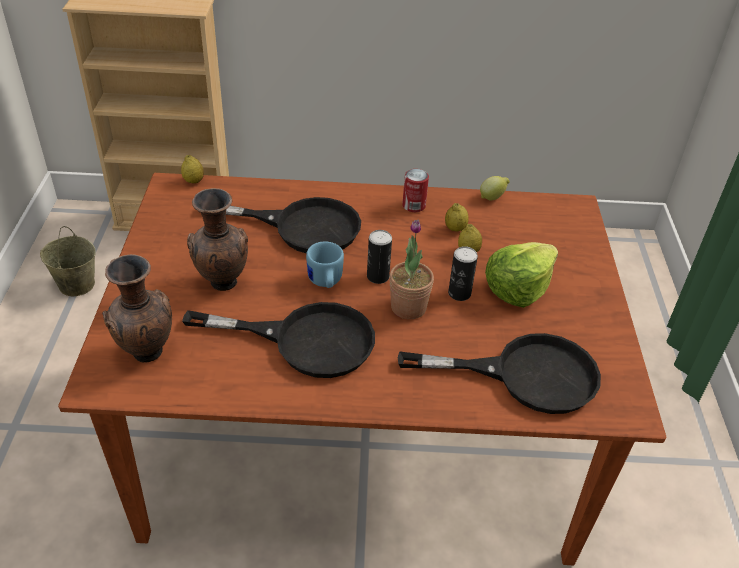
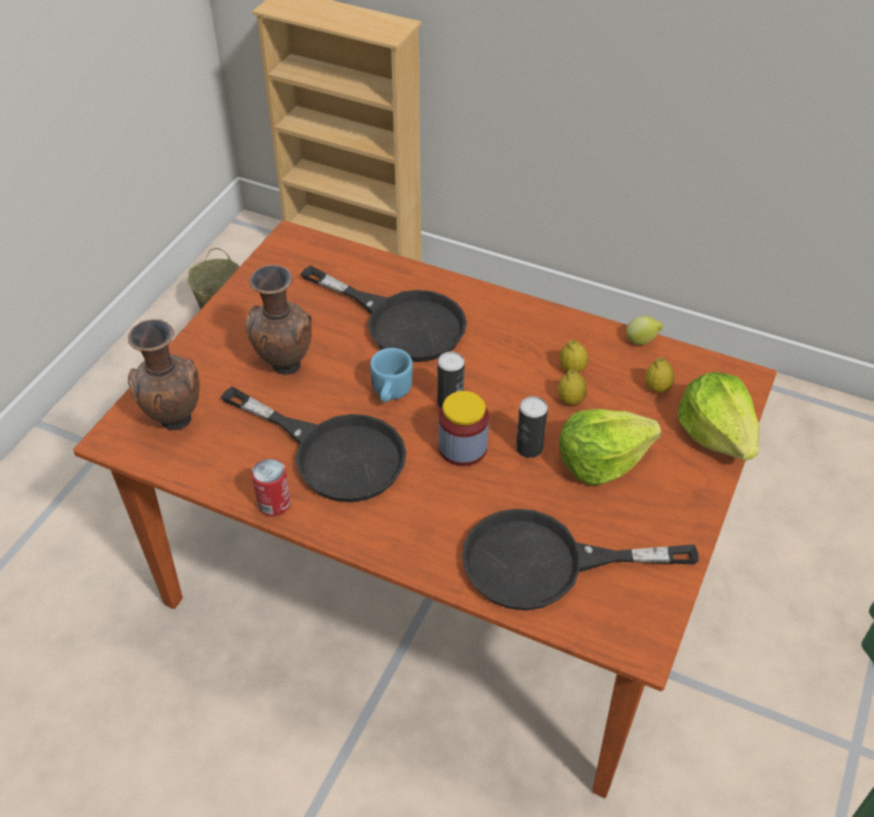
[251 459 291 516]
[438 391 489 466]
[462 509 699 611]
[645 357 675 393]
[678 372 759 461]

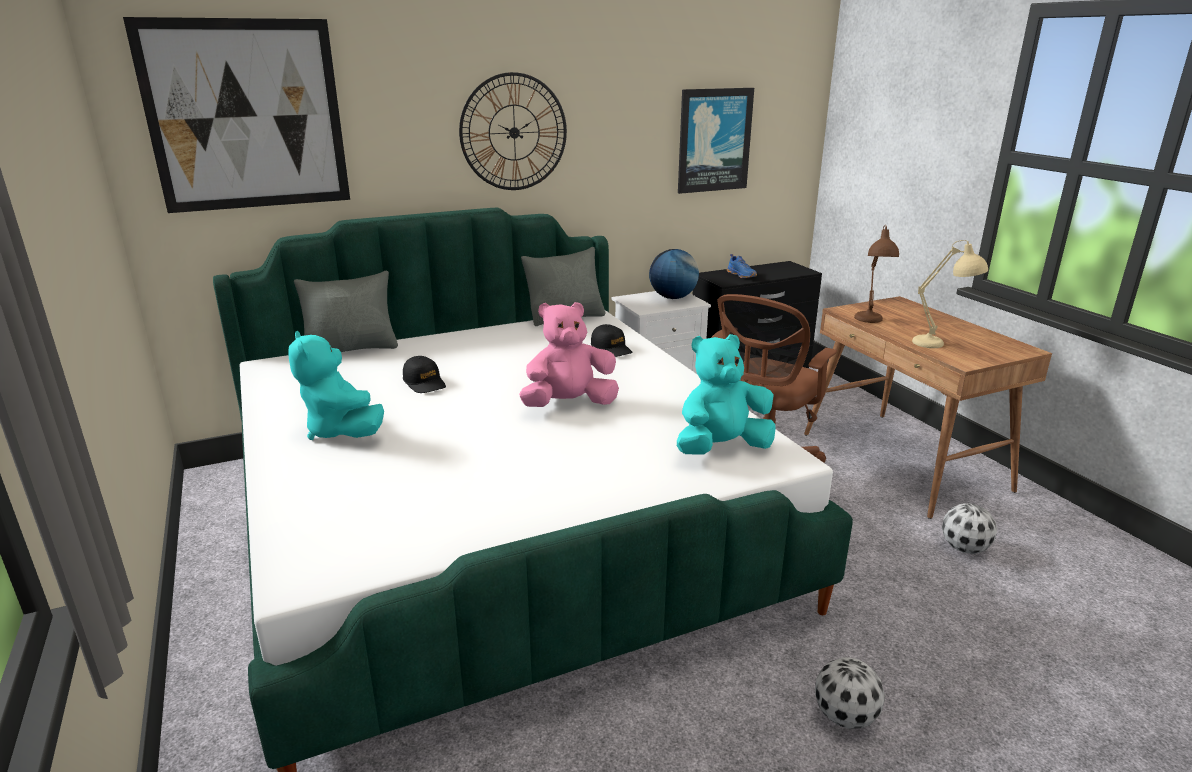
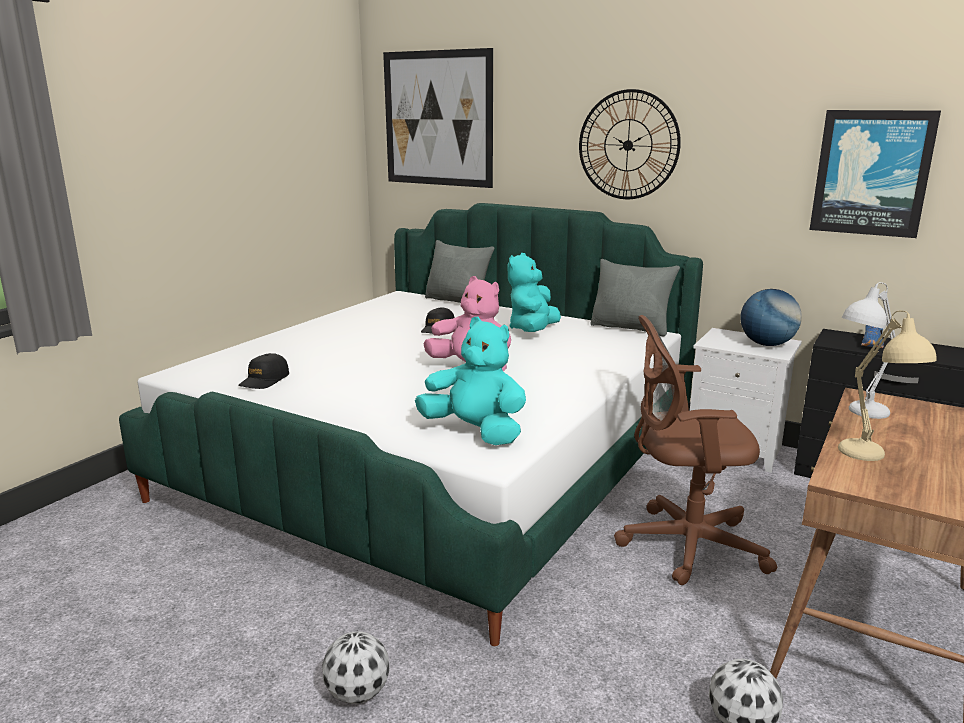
[238 353 289 389]
[507 253 561 332]
[842 282 896 419]

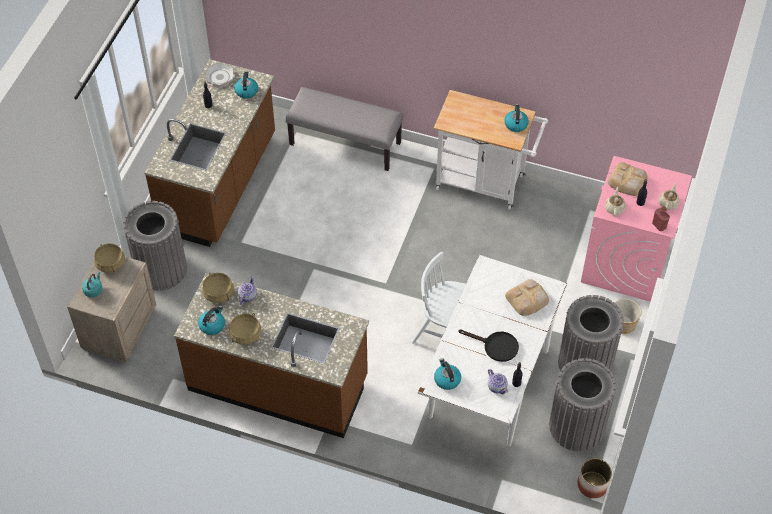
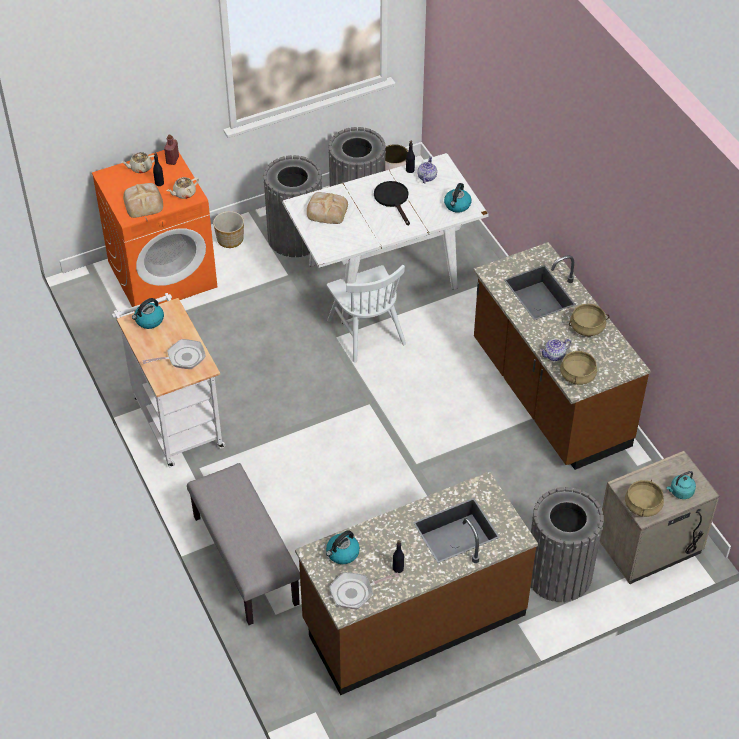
[92 150 217 307]
[143 339 206 369]
[198 305 225 335] (first image)

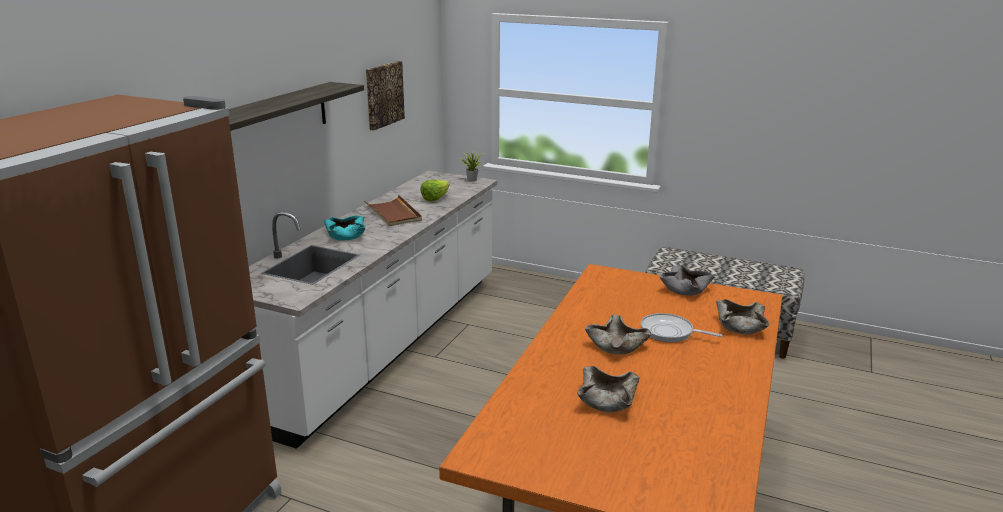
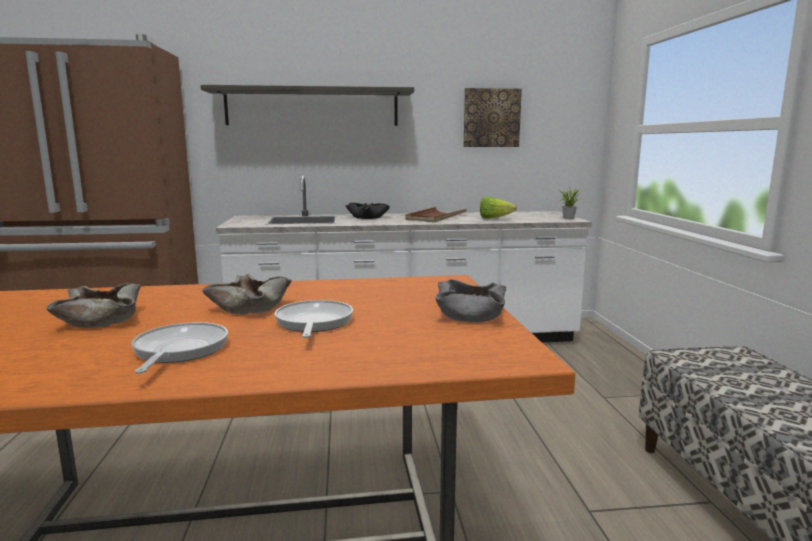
[132 322 228 374]
[345 203 390 219]
[716 299 769 334] (first image)

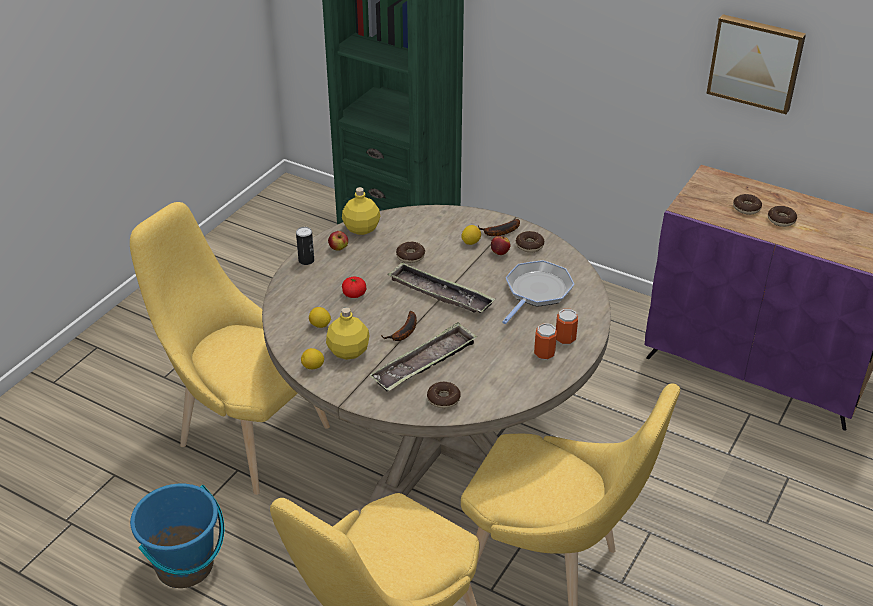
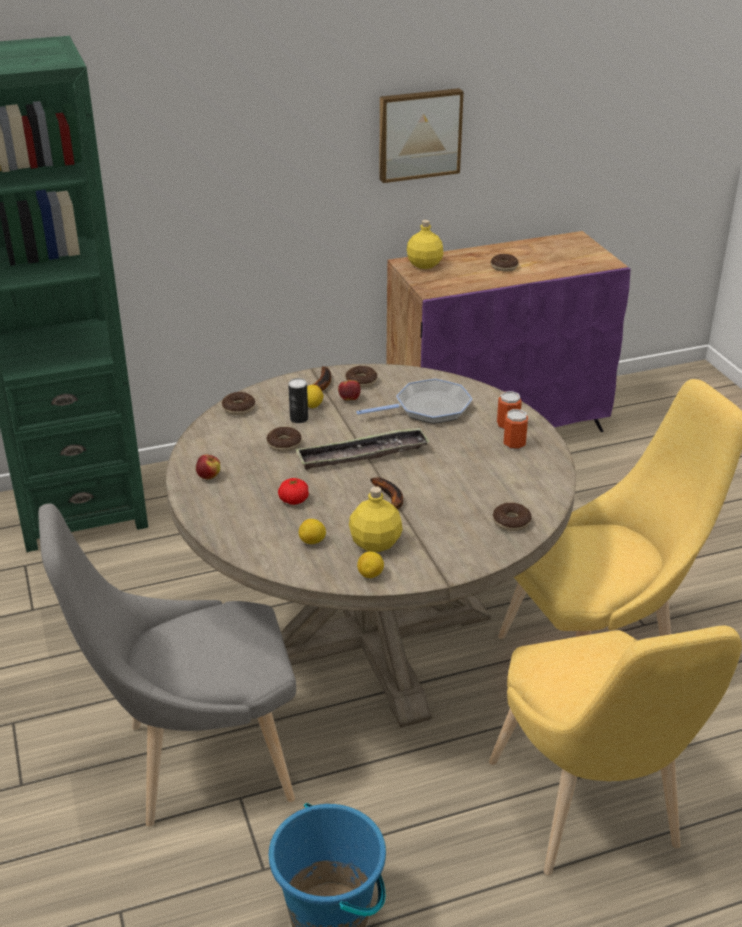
[38 503 296 826]
[222 392 255 415]
[288 378 308 423]
[356 379 472 424]
[407 220 443 269]
[370 322 477 392] (first image)

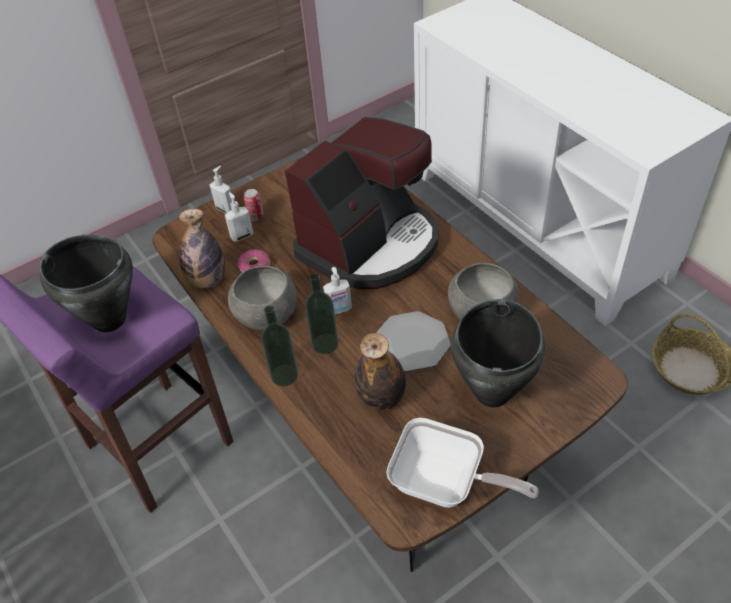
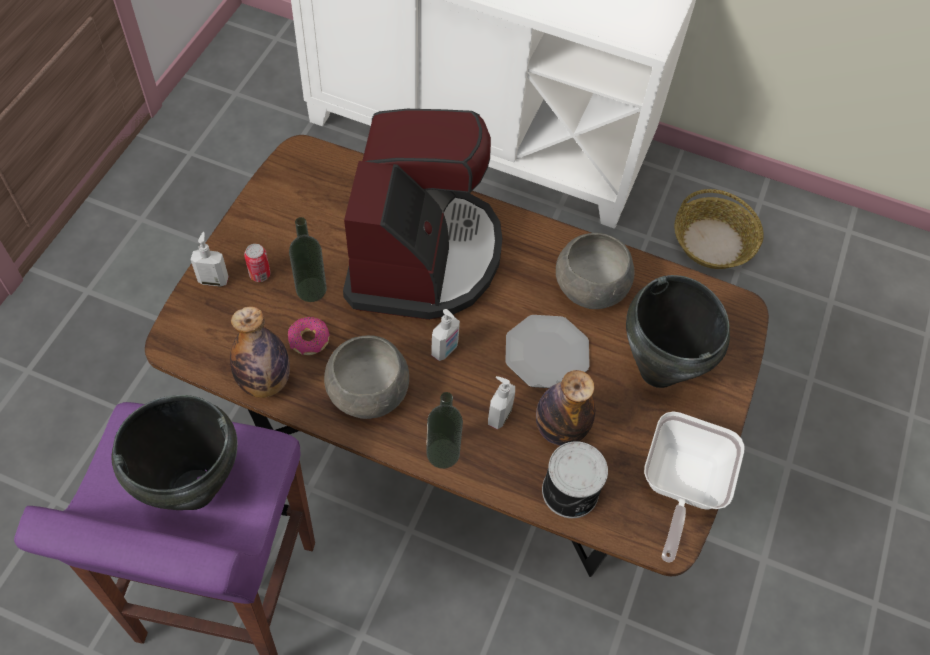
[289 217 327 302]
[488 376 515 429]
[542 441 608 518]
[644 411 744 563]

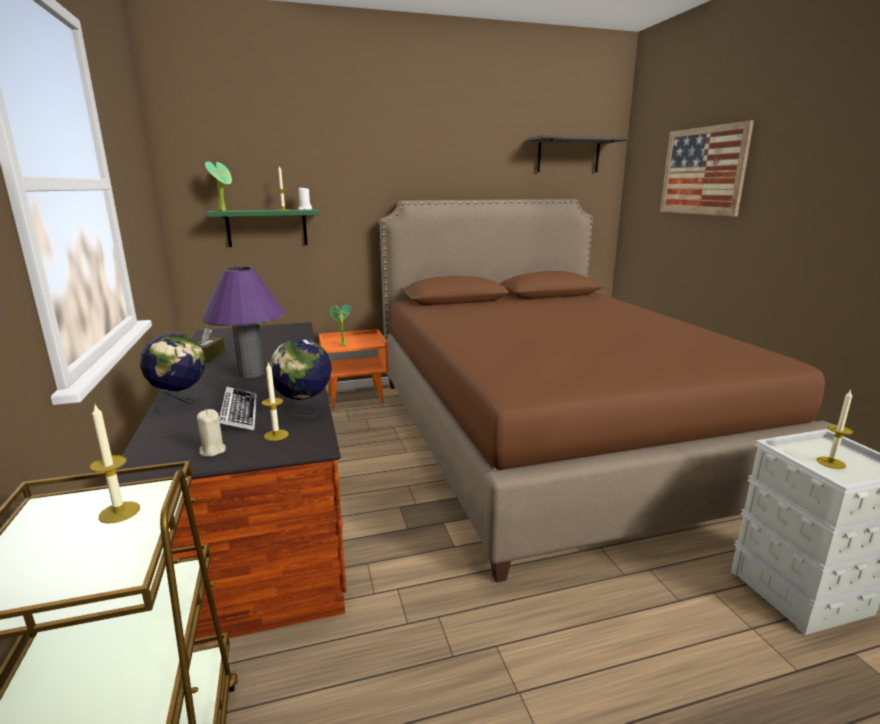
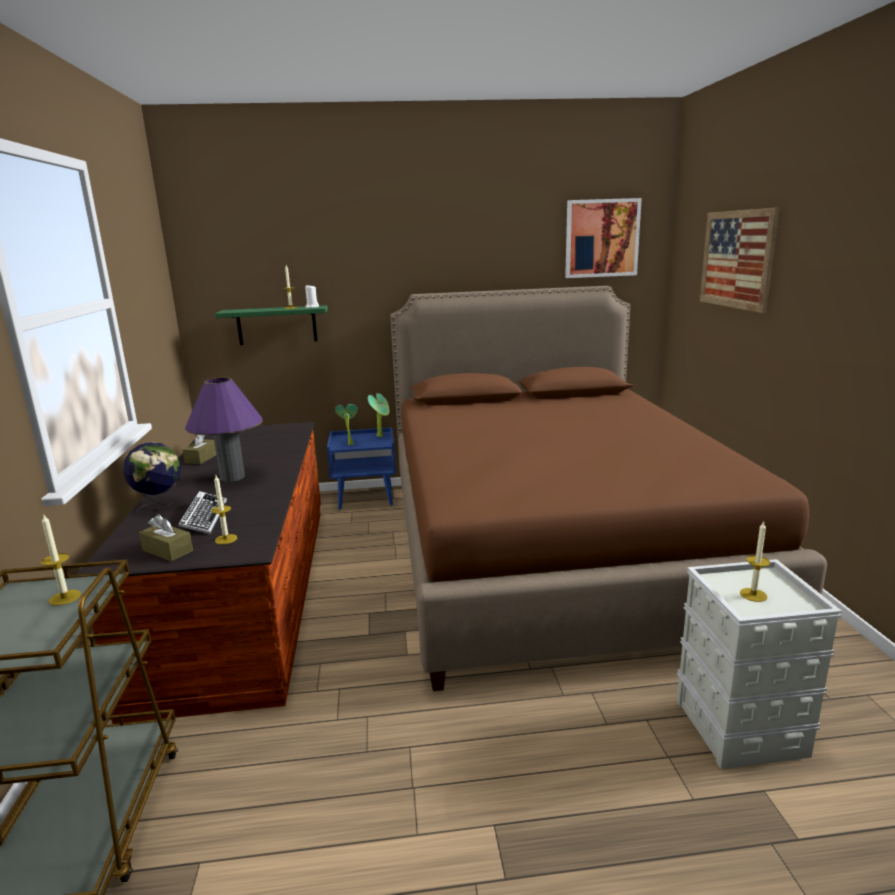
[139 514 193 562]
[327 427 396 509]
[368 393 390 437]
[565 198 642 278]
[269 338 332 417] (first image)

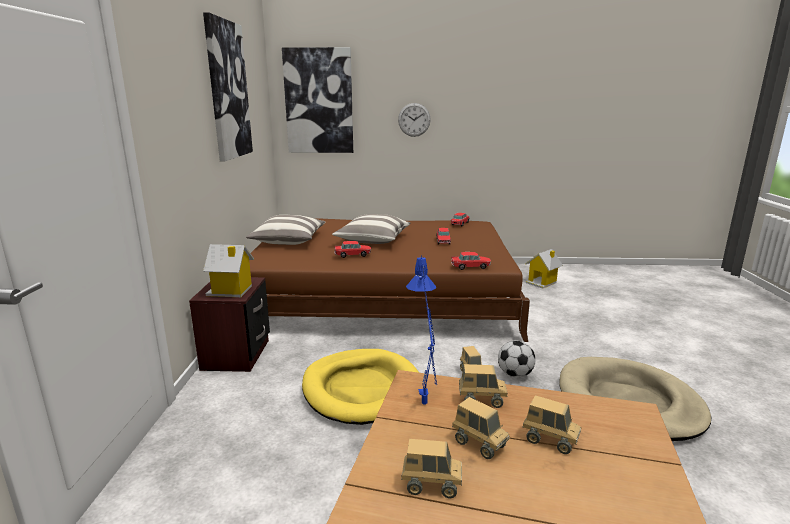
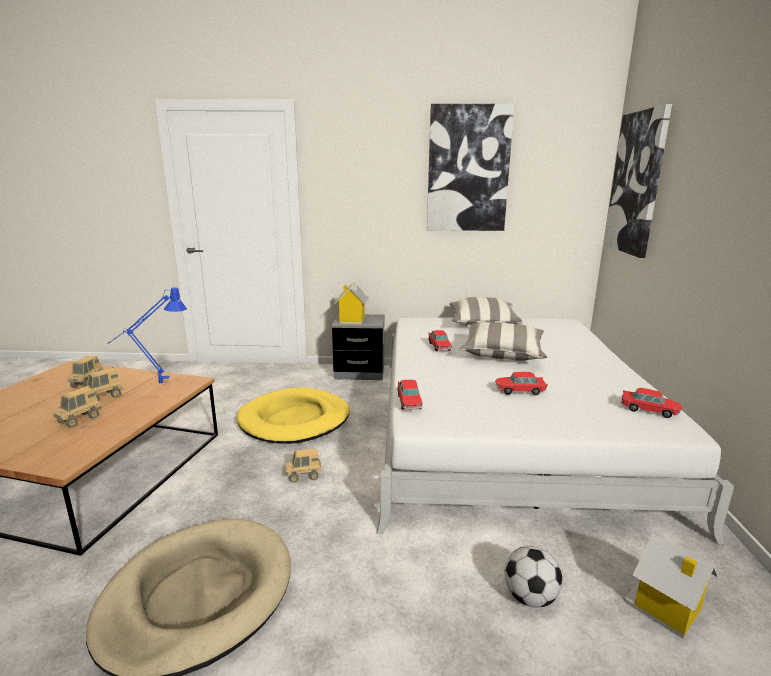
[332 314 384 380]
[377 317 734 544]
[504 546 562 608]
[398 103 431 137] (first image)
[459 364 507 408] (first image)

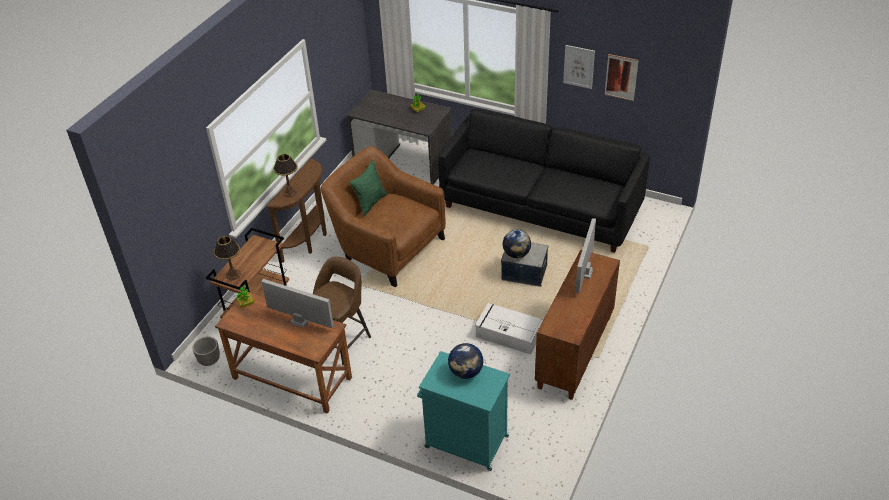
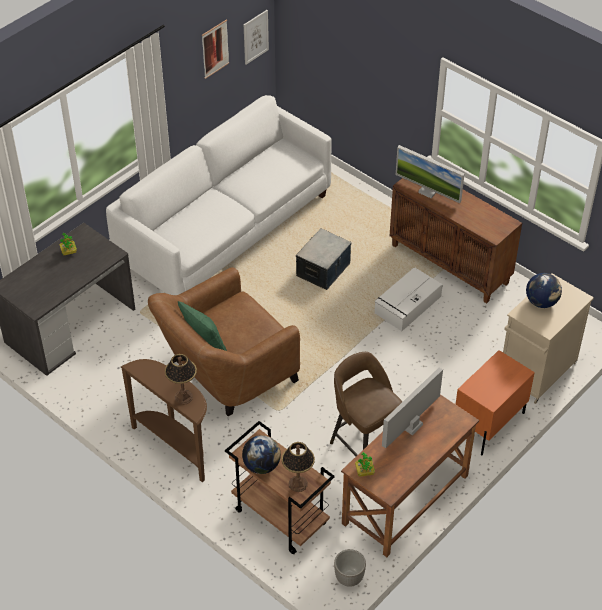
[106 95 332 295]
[242 435 281 474]
[244 10 269 65]
[456 350 535 455]
[503 273 594 404]

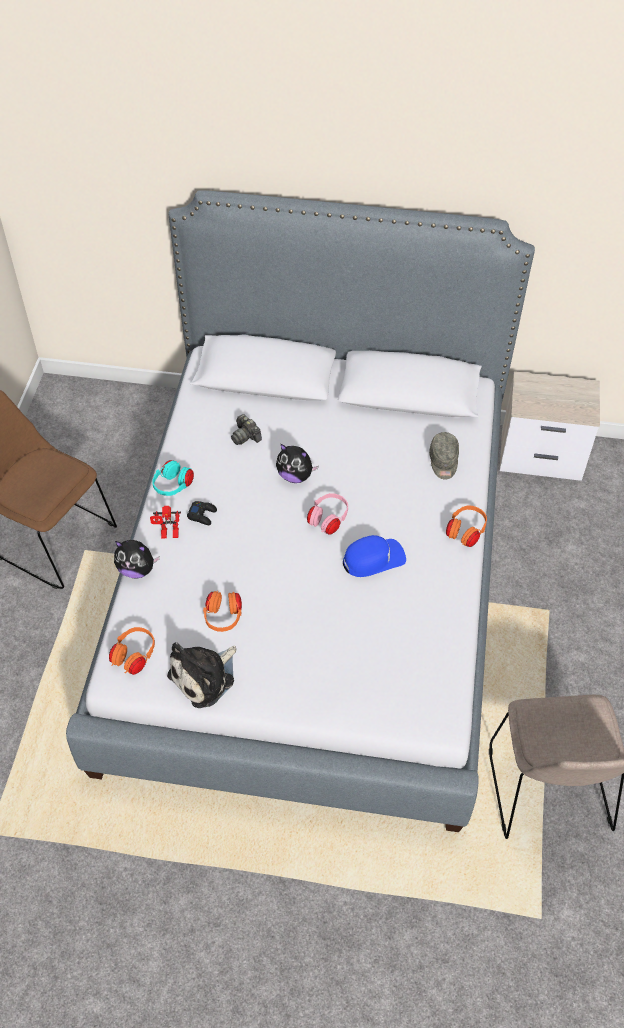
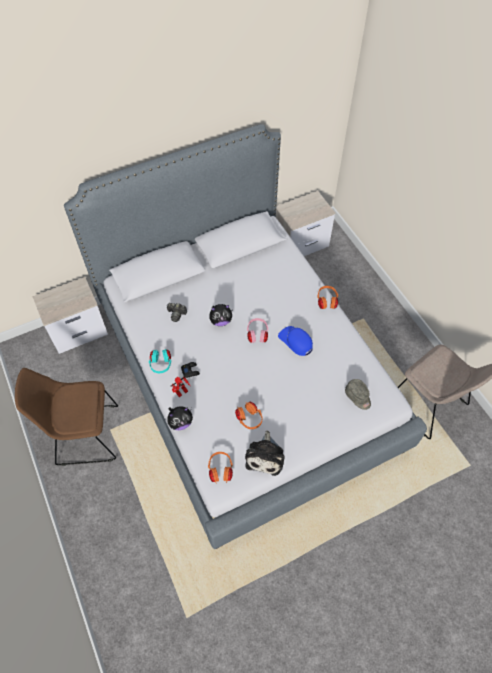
[32 277 108 354]
[278 326 313 356]
[345 379 371 410]

